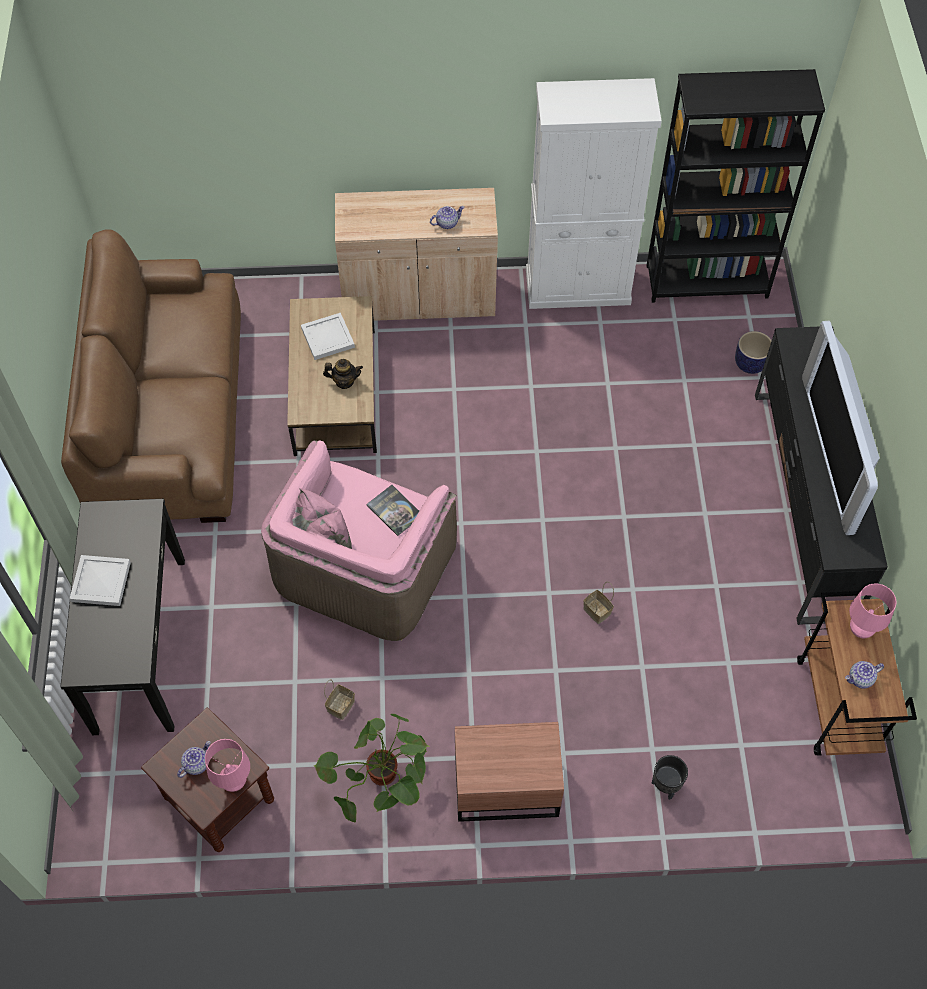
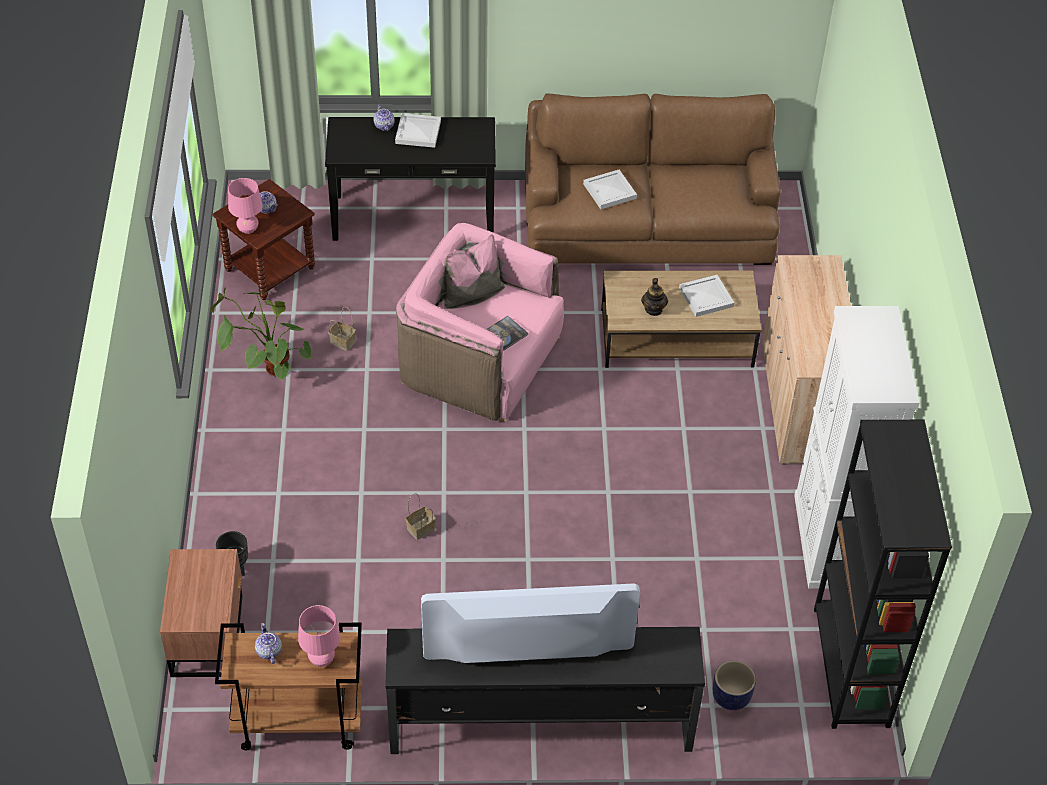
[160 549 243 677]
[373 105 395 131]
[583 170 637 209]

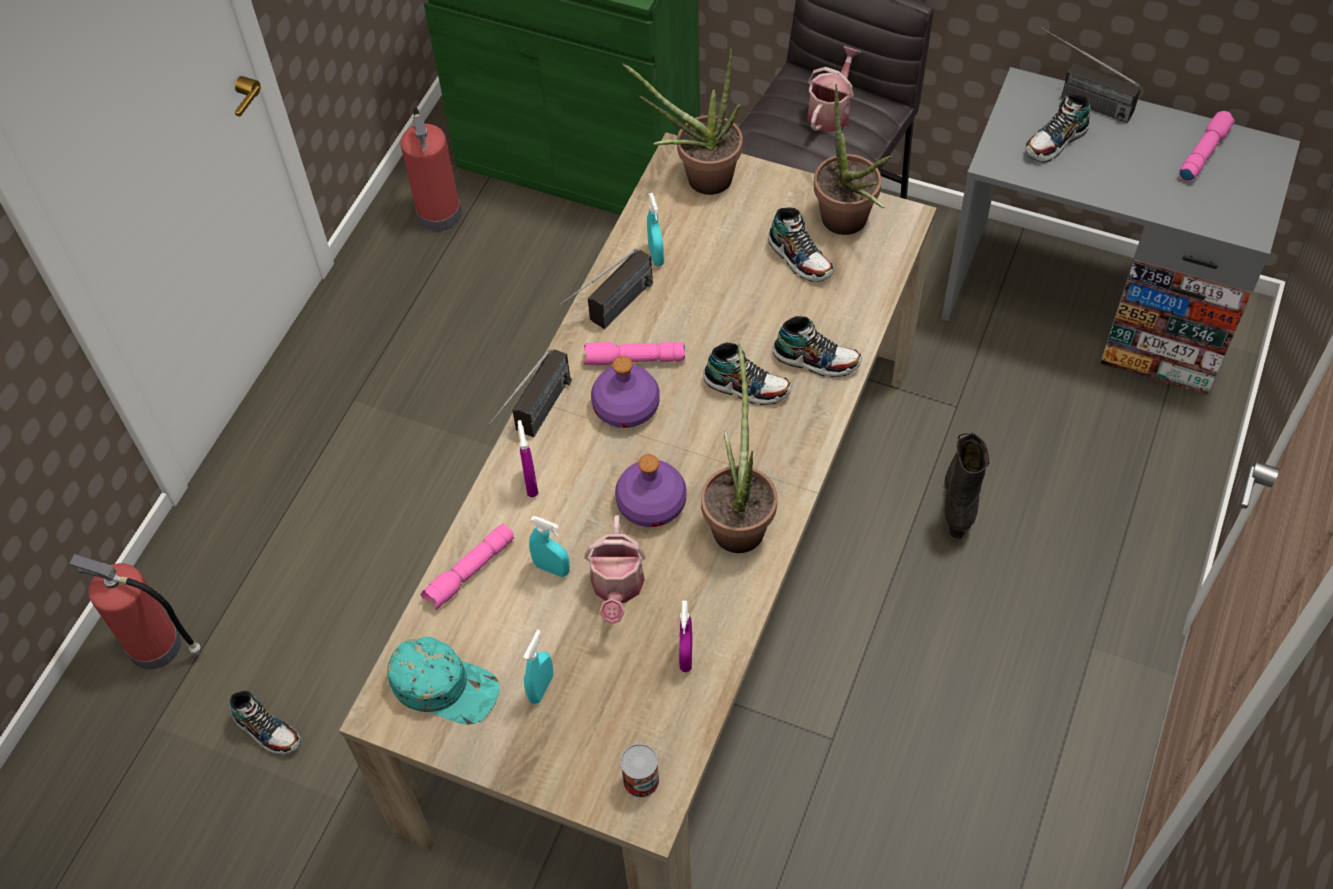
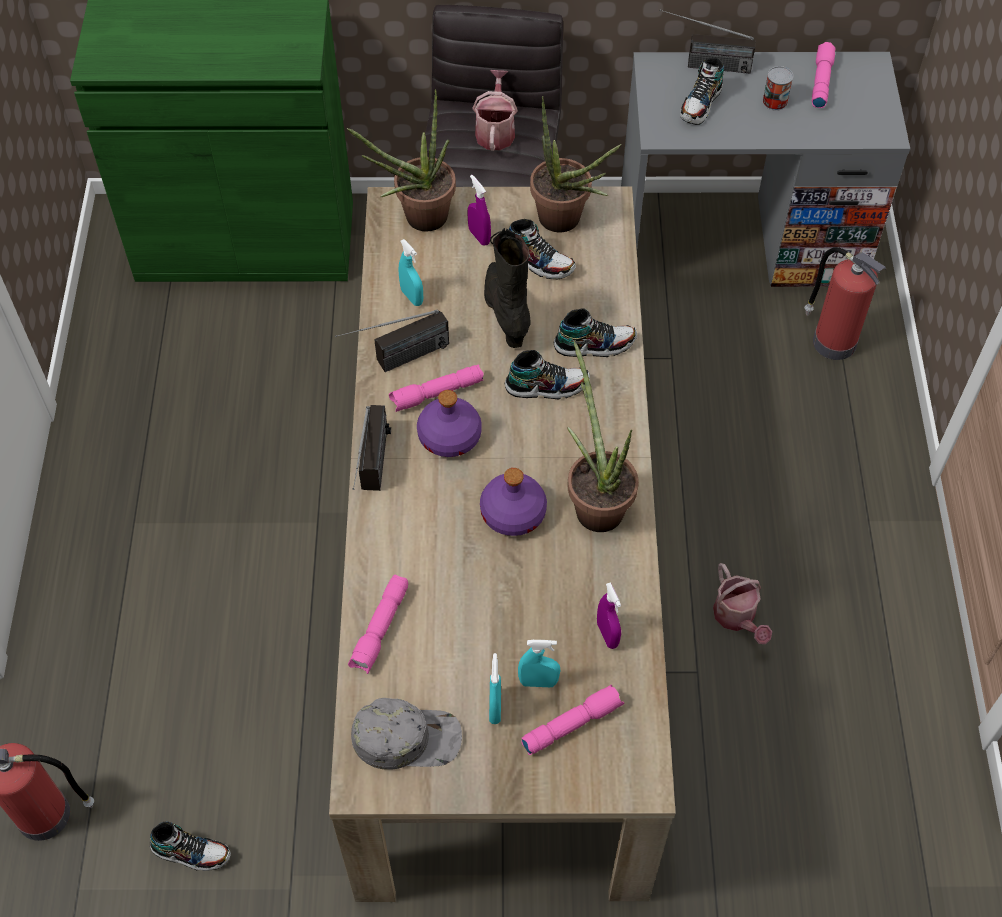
[335 310 449 372]
[351 698 462 770]
[467 175 491 246]
[484 228 530 348]
[518 640 560 687]
[521 684 624 755]
[713 563 772 644]
[762 66 793 111]
[805 247 886 360]

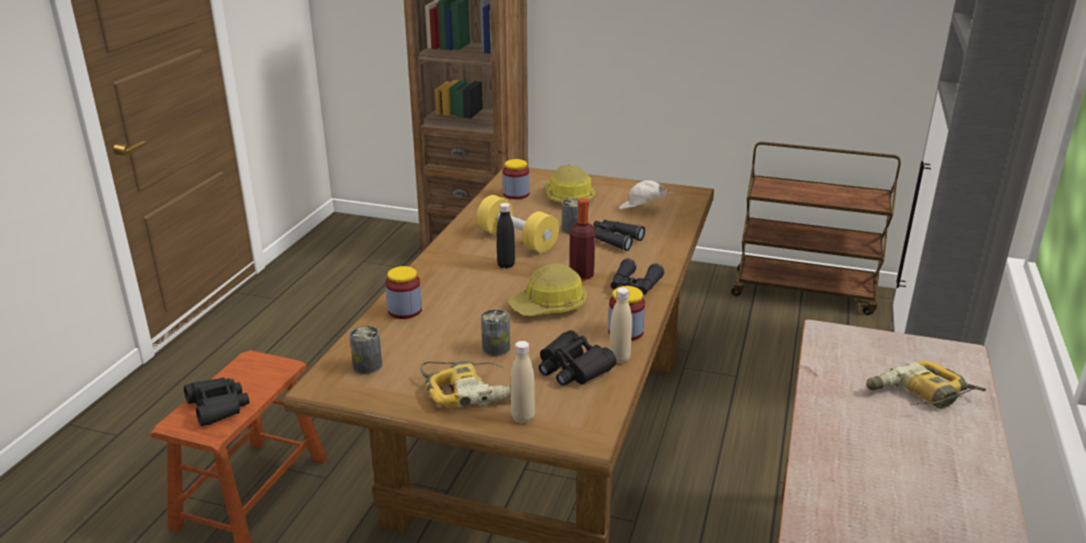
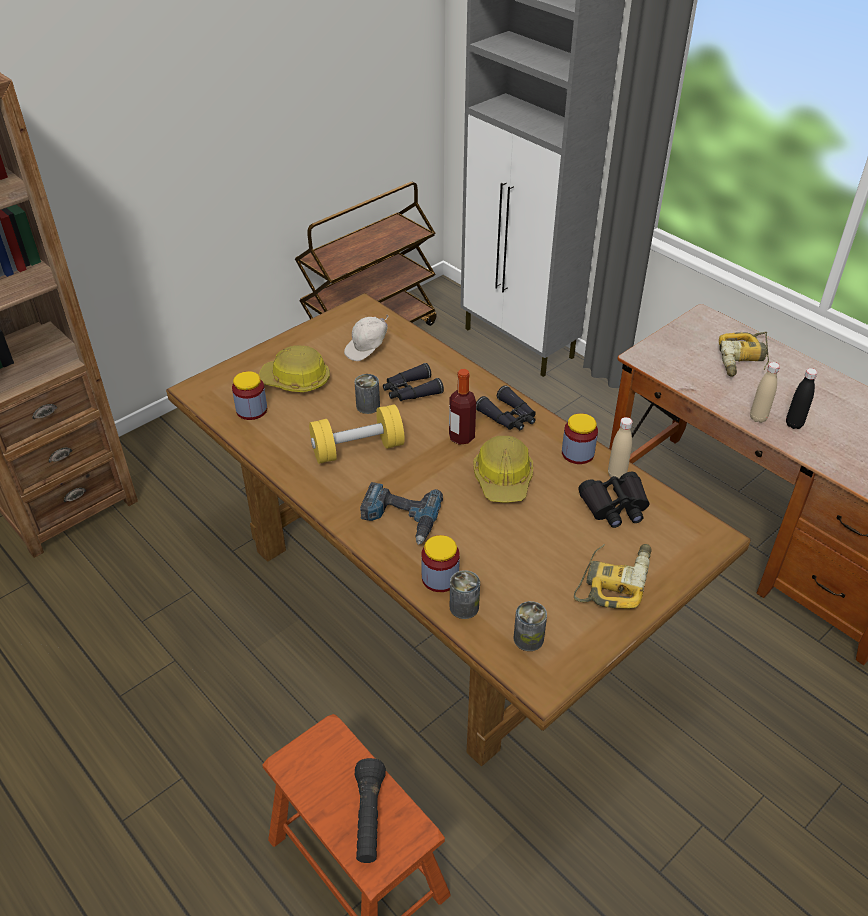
[355 758 386 863]
[360 482 443 545]
[450 570 480 619]
[750 362 780 423]
[786 368 818 429]

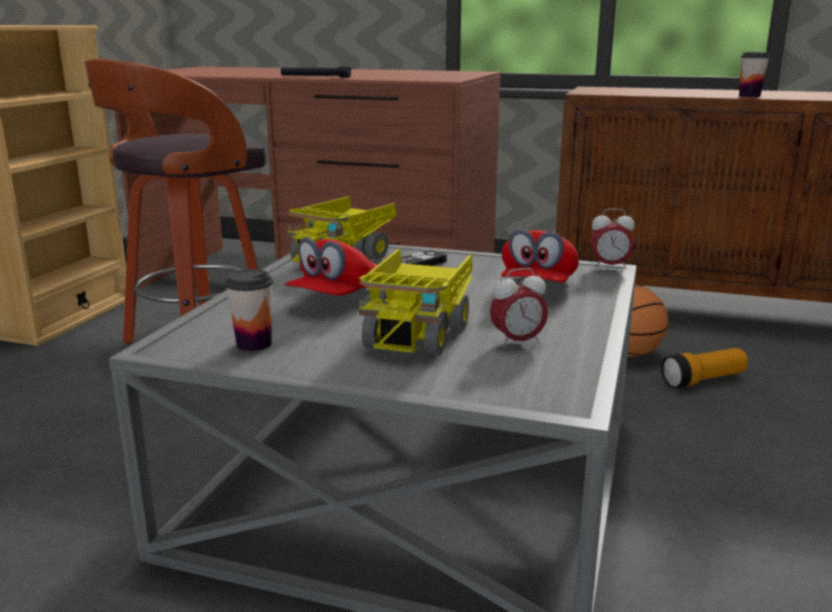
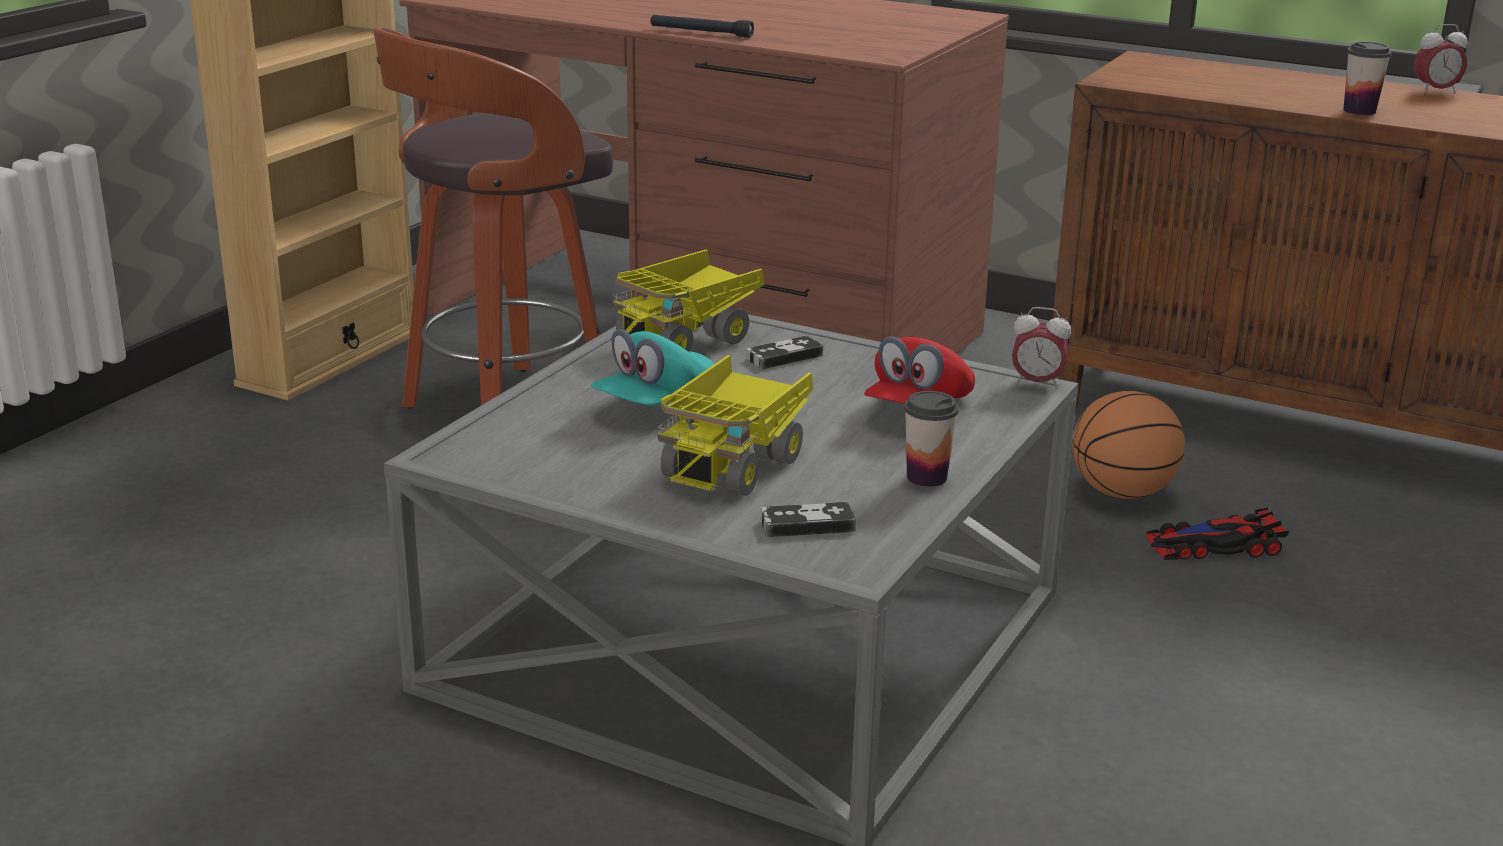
[591 329 714 406]
[761 502 856 537]
[904 391 959 487]
[1146 508 1289 560]
[1414 24 1468 94]

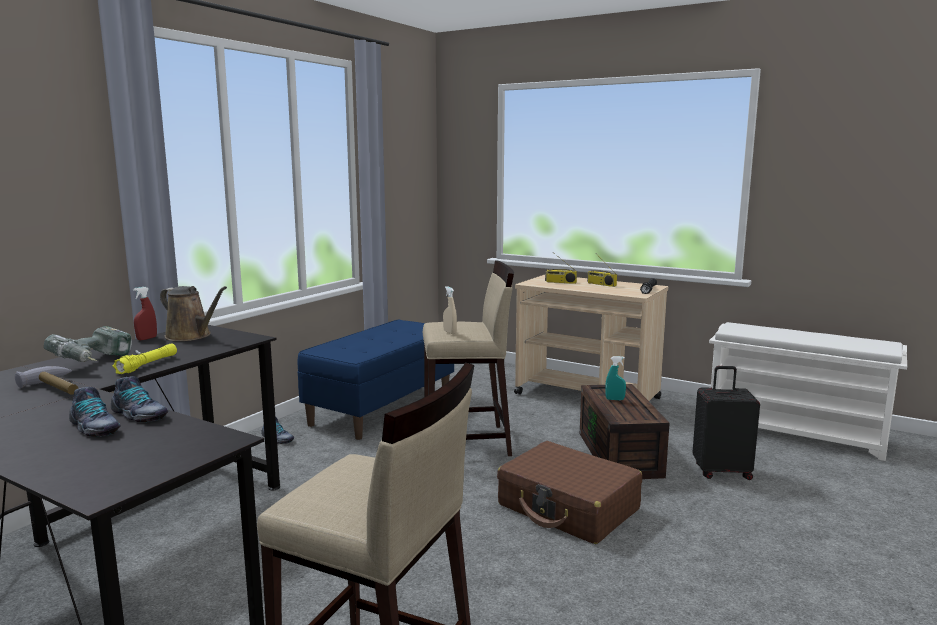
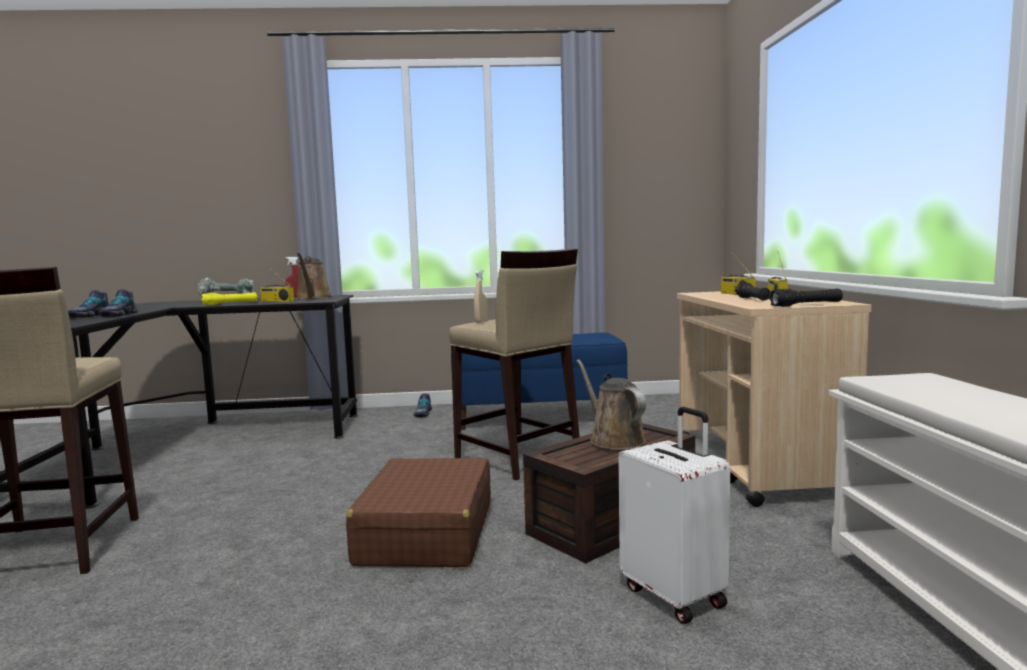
[260 266 294 302]
[577 359 646 450]
[619 407 730 624]
[735 283 771 300]
[15 366 78 395] (first image)

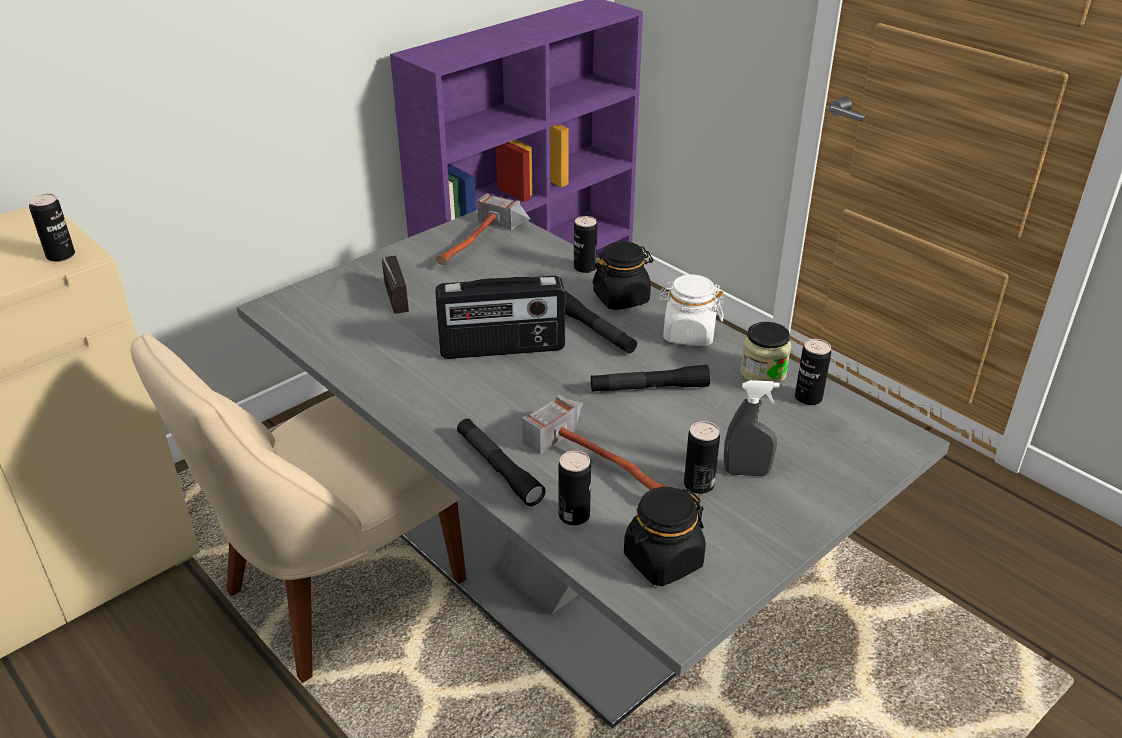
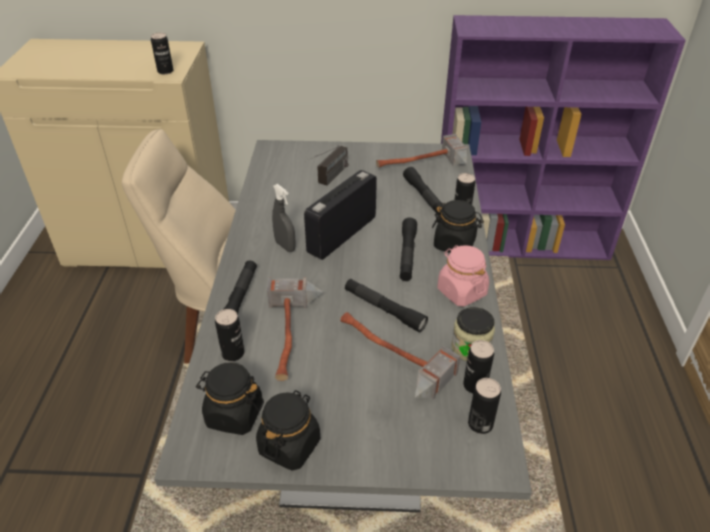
[256 390 320 471]
[272 184 296 252]
[304 170 377 260]
[340 312 460 400]
[403 167 443 217]
[437 245 489 307]
[468 378 501 434]

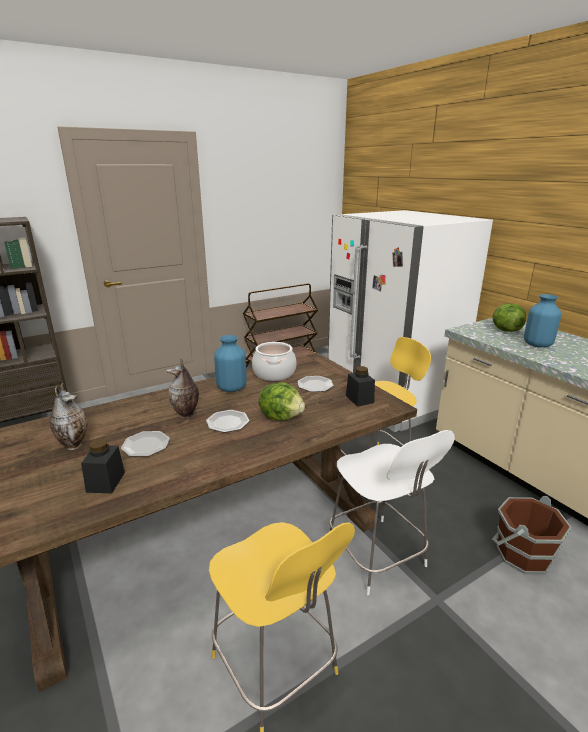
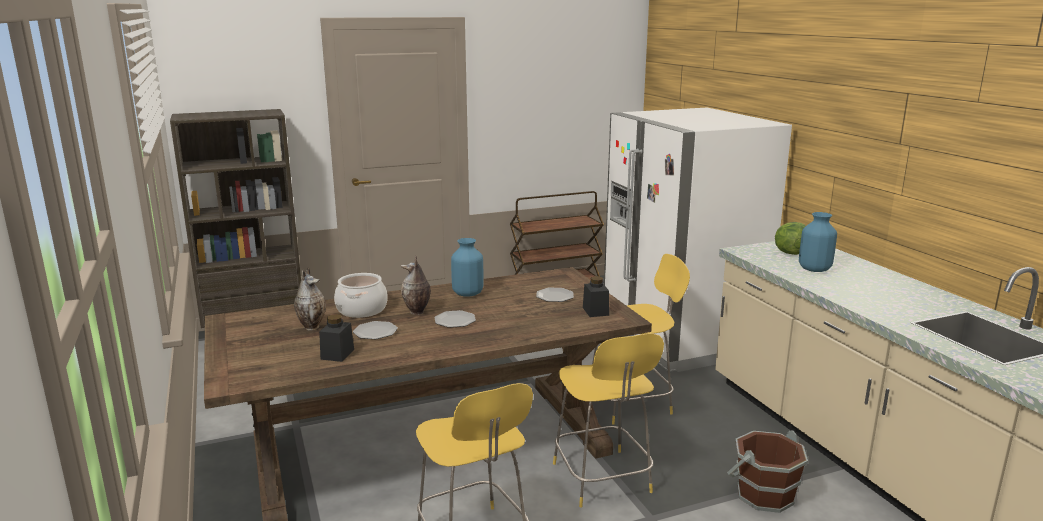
[334 273 387 318]
[553 334 664 508]
[259 382 305 421] (first image)

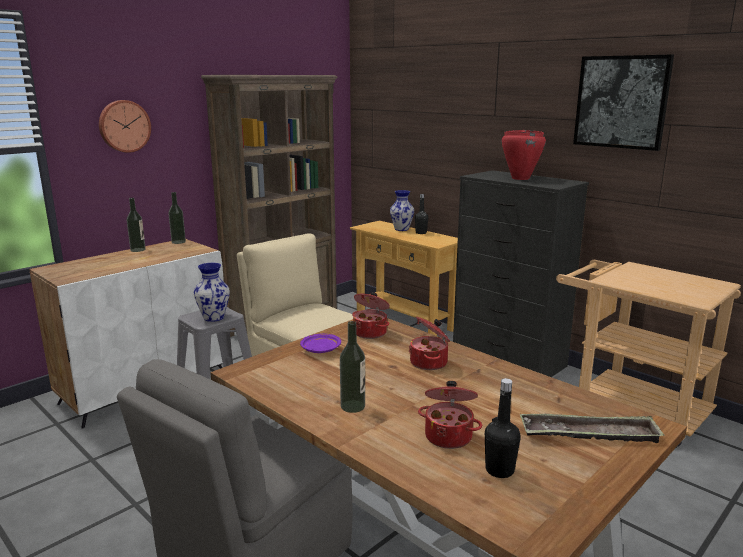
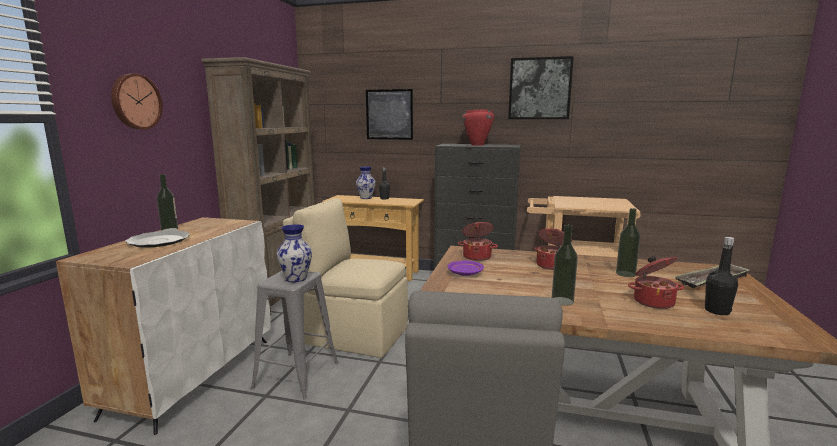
[125 230 190 248]
[366 89 413 140]
[616 208 640 277]

